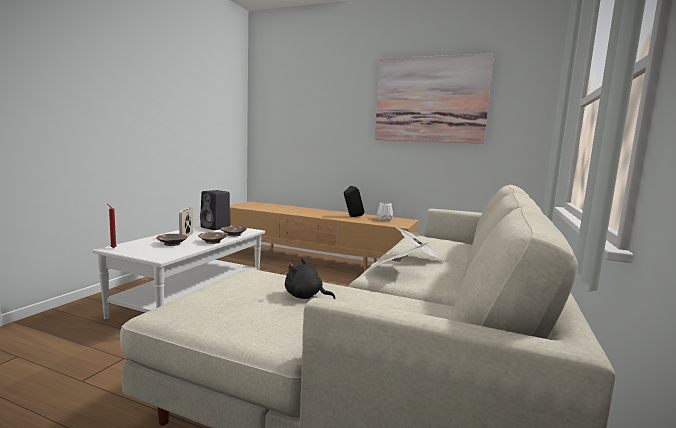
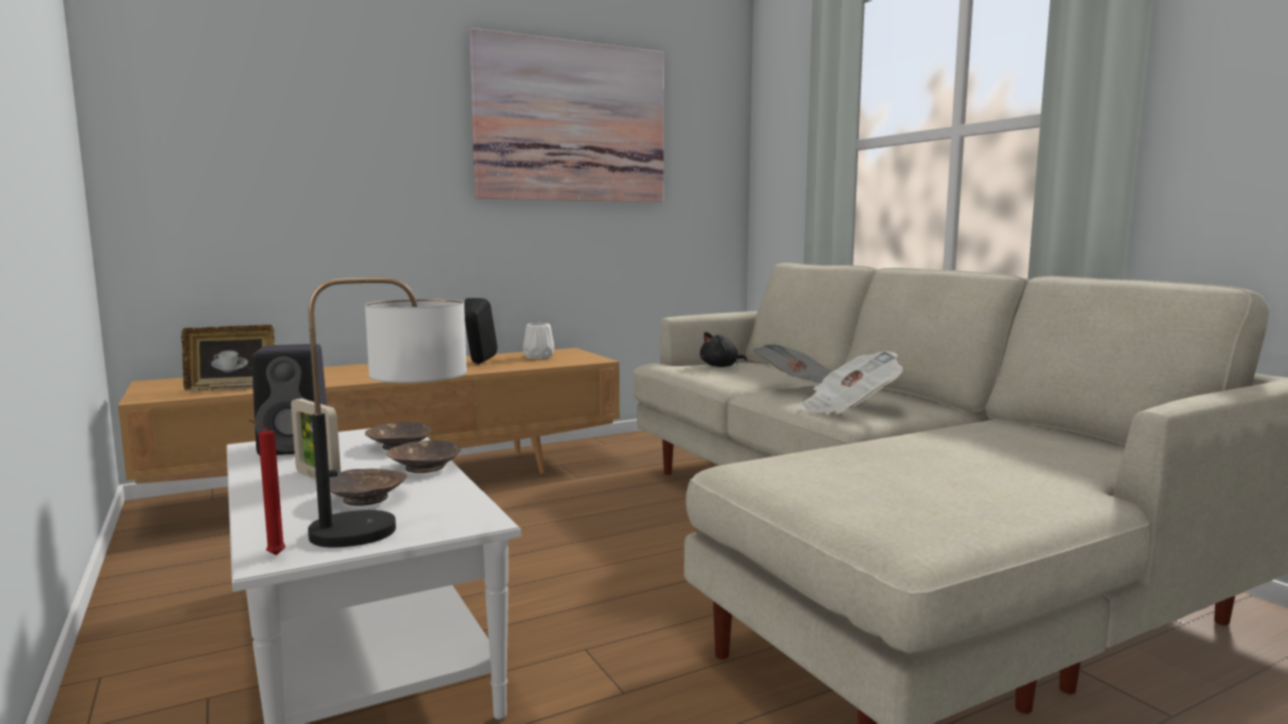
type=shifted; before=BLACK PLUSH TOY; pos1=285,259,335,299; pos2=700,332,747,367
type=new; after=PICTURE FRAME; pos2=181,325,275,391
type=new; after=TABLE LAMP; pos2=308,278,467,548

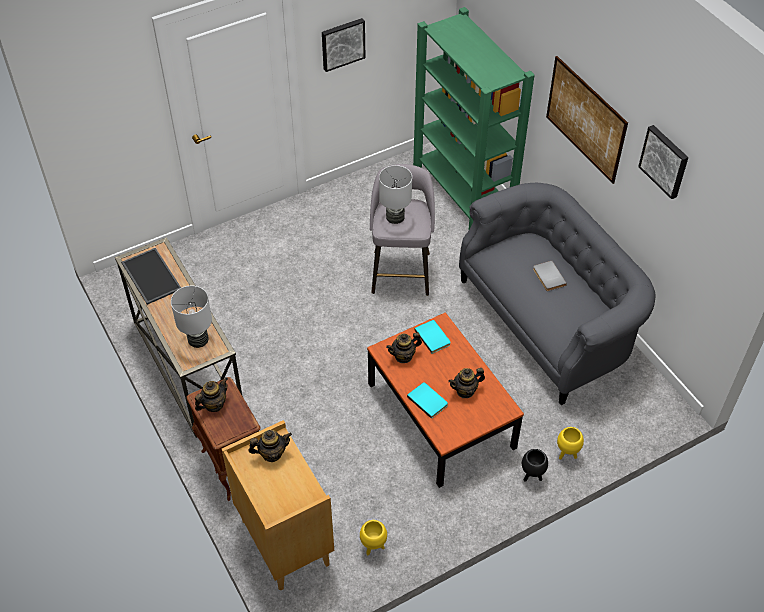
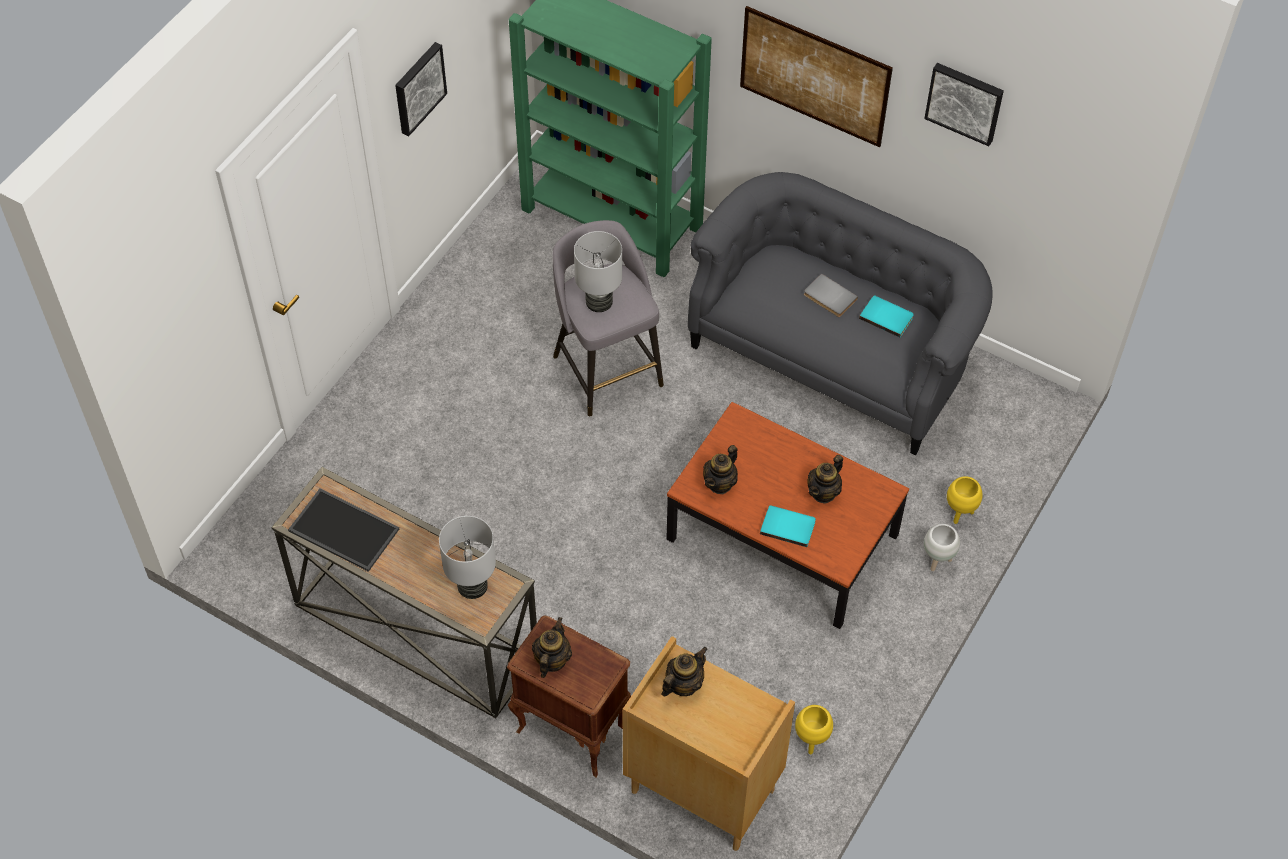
type=shifted; before=TURQUOISE BOOK; pos1=414,320,451,354; pos2=859,296,914,338
type=repainted; before=BLACK PLANTER; after=WHITE PLANTER; pos1=522,449,548,482; pos2=924,524,960,571

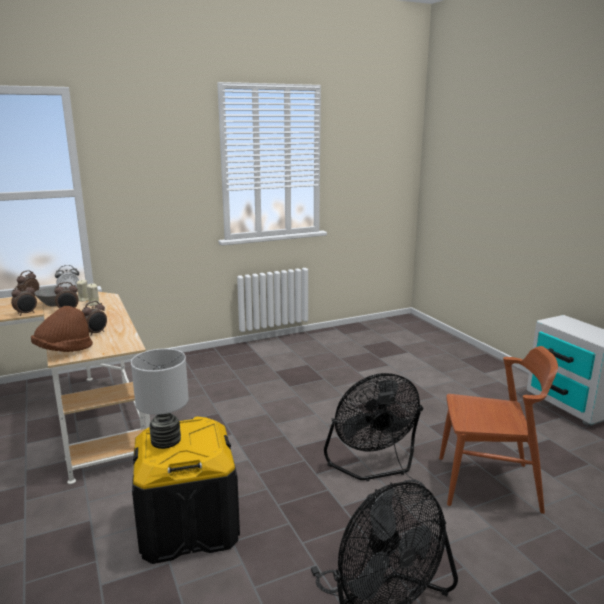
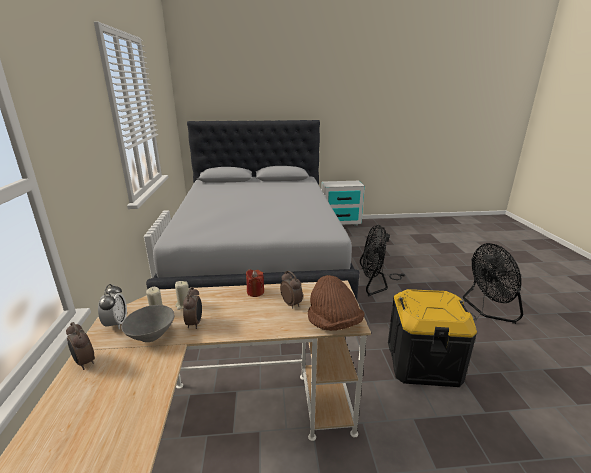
type=gone; before=ALARM CLOCK; pos1=11,284,37,316
type=gone; before=GREY TABLE LAMP; pos1=131,348,189,449
type=gone; before=BROWN CHAIR; pos1=439,346,558,514
type=new; after=GREY BED; pos2=146,120,360,300
type=new; after=RED CANDLE; pos2=246,269,264,297

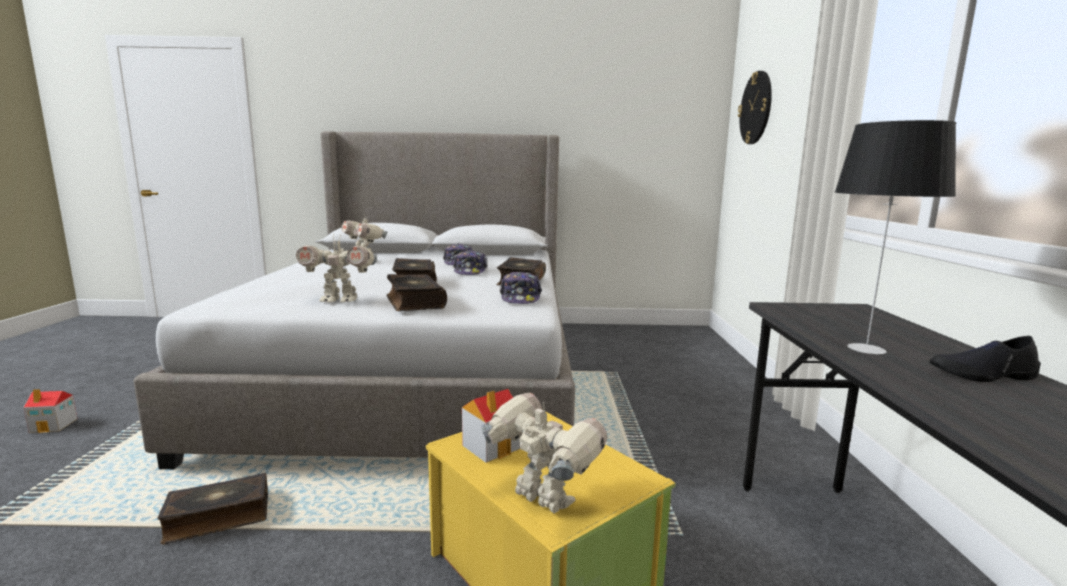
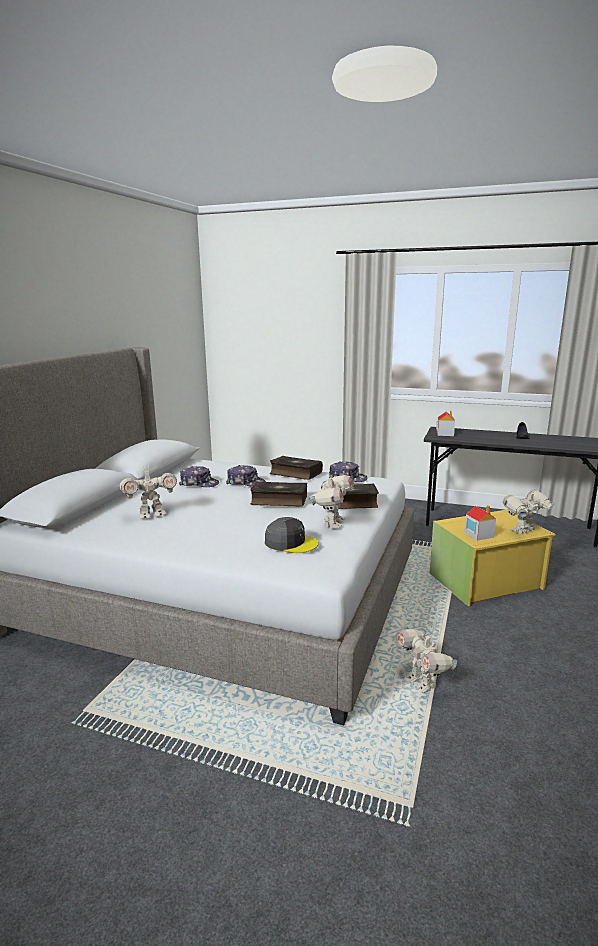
type=shifted; before=TOY HOUSE; pos1=24,389,77,433; pos2=436,411,455,436
type=swapped; before=BOOK; after=TOY ROBOT; pos1=157,473,268,544; pos2=395,629,457,693
type=gone; before=WALL CLOCK; pos1=738,71,772,144
type=gone; before=TABLE LAMP; pos1=835,120,956,355
type=new; after=GREY CAP; pos2=265,517,319,553

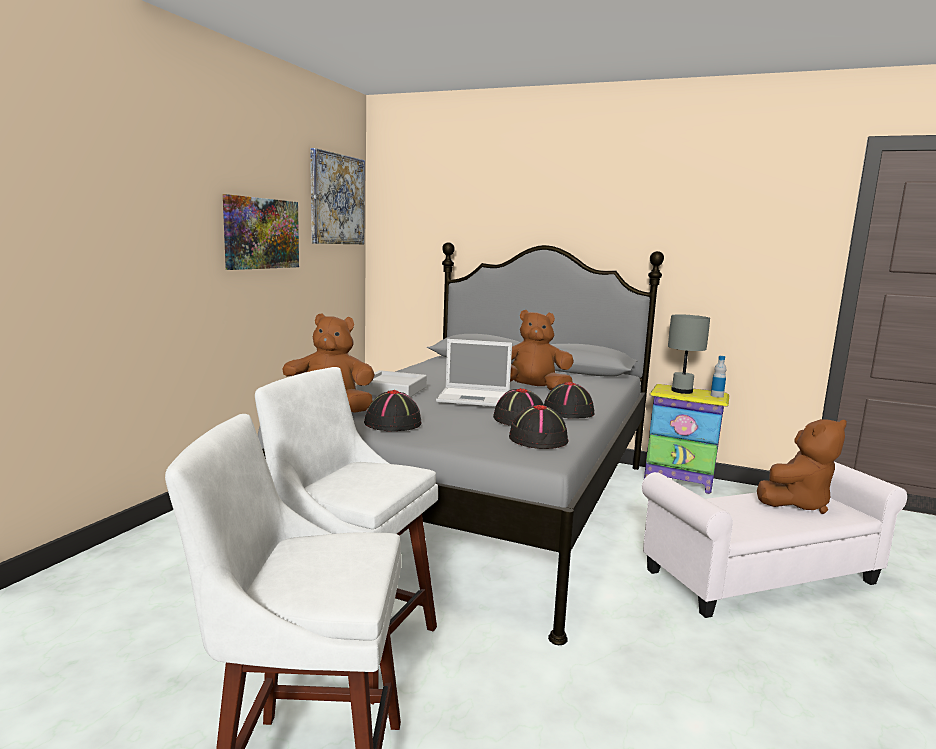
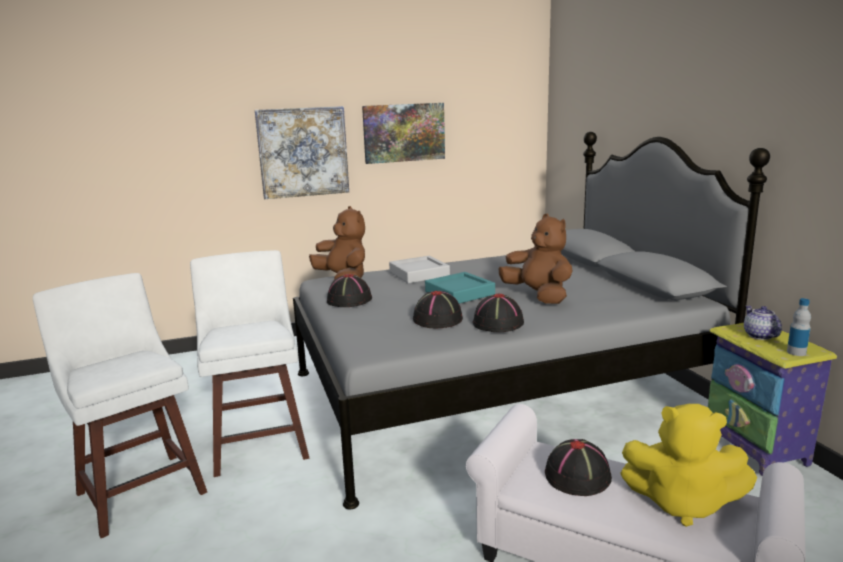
type=shifted; before=PICTURE; pos1=310,148,365,244; pos2=255,106,349,199
type=swapped; before=LAPTOP; after=TURQUOISE TRAY; pos1=436,339,512,407; pos2=425,272,495,304
type=shifted; before=BLACK HAT; pos1=509,405,569,449; pos2=545,439,612,496
type=swapped; before=GREY TABLE LAMP; after=TEAPOT; pos1=668,314,710,394; pos2=744,306,782,340
type=repainted; before=BROWN PLUSH TOY; after=YELLOW PLUSH TOY; pos1=757,419,847,514; pos2=620,404,757,527

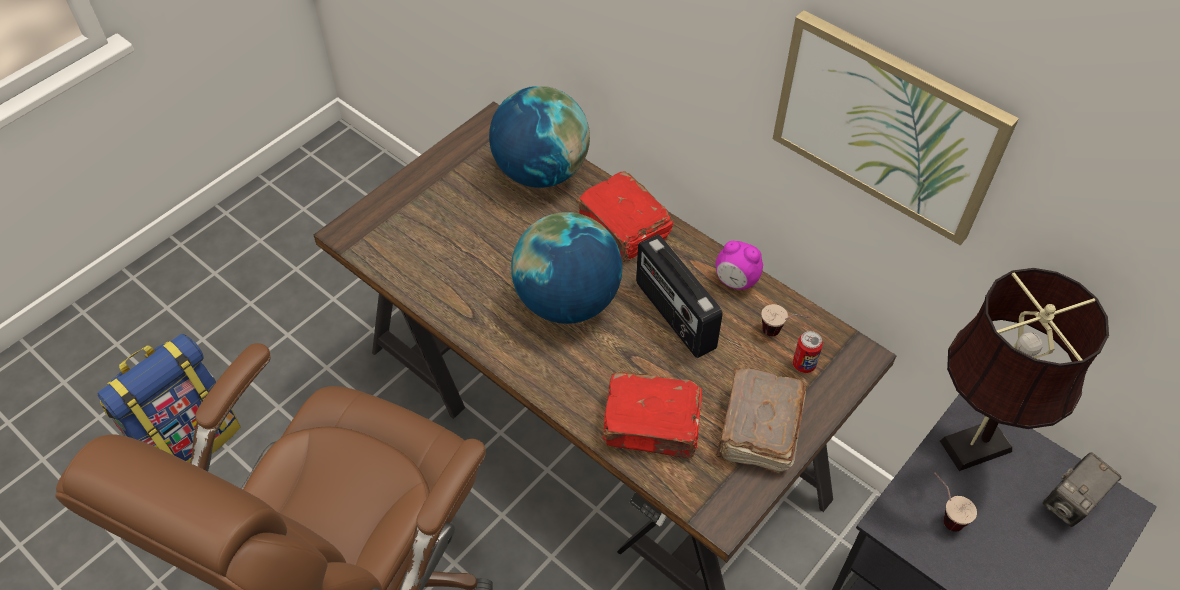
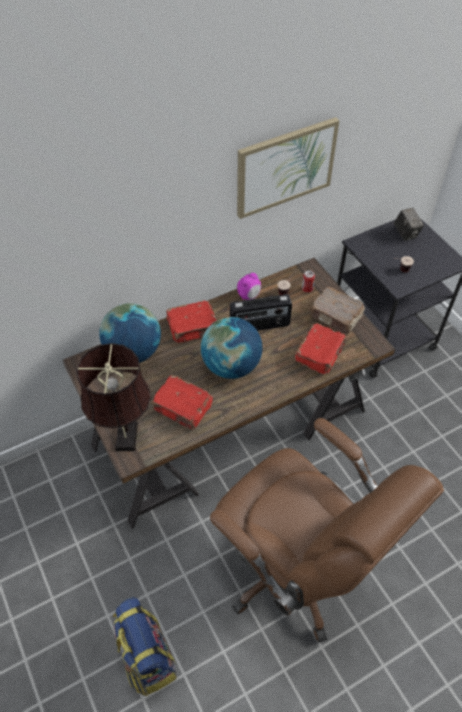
type=shifted; before=BROWN TABLE LAMP; pos1=940,268,1109,471; pos2=76,343,151,451
type=new; after=RED BOOK; pos2=151,375,213,431

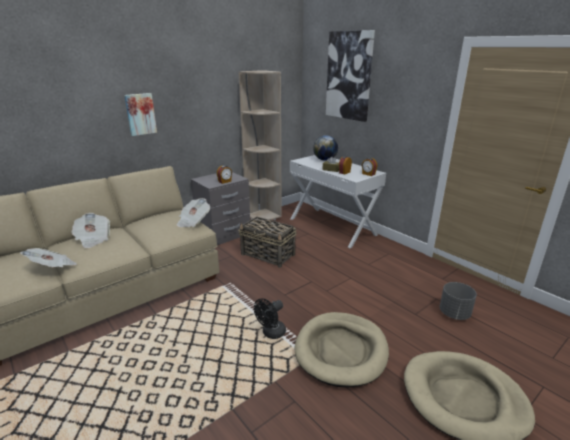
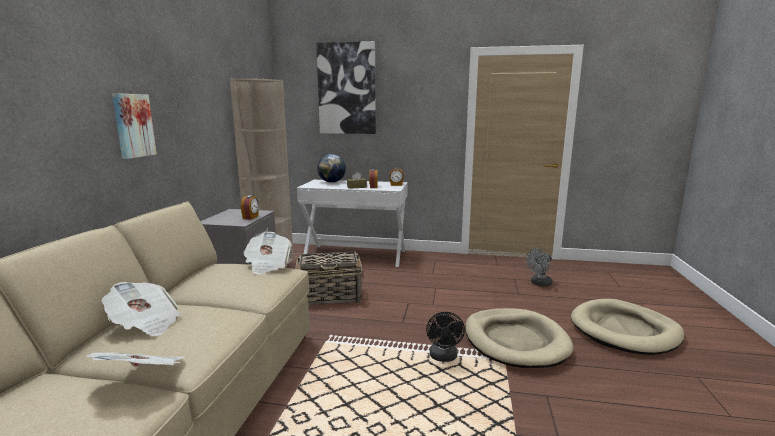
type=swapped; before=GREY PLANTER; after=GREY FAN; pos1=440,282,477,320; pos2=526,248,552,287

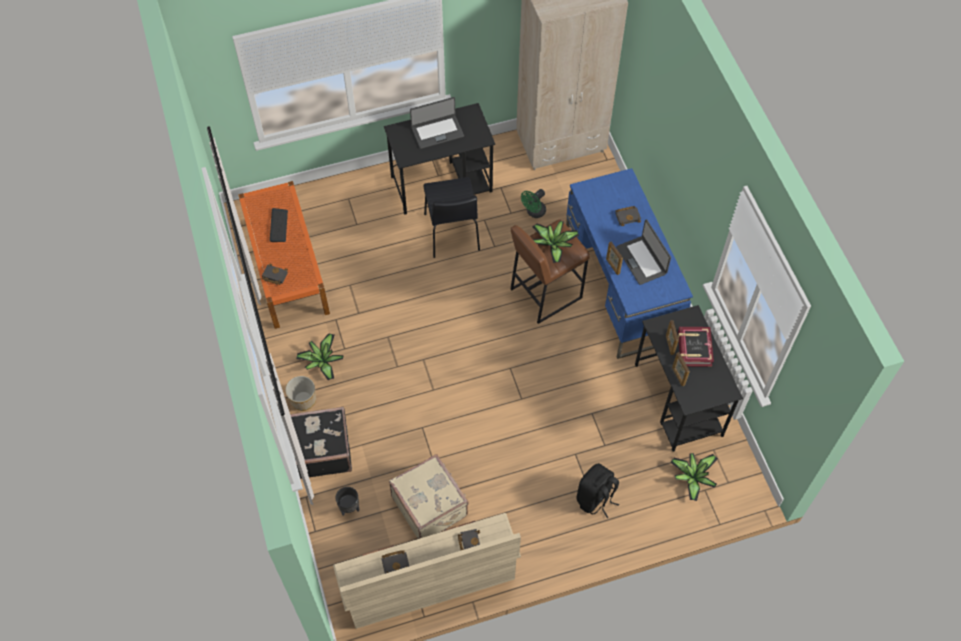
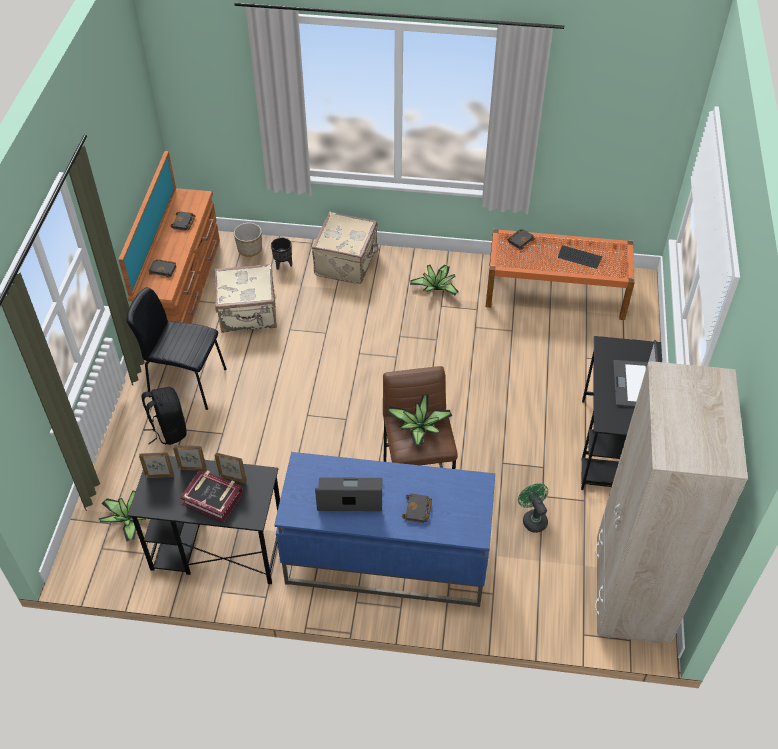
type=shifted; before=PLANTER; pos1=285,376,316,411; pos2=234,223,262,257
type=repainted; before=BLACK SUITCASE; after=BEIGE SUITCASE; pos1=290,406,352,479; pos2=312,212,379,284
type=repainted; before=BEIGE DRESSER; after=ORANGE DRESSER; pos1=333,513,521,629; pos2=118,151,220,324
type=shifted; before=BLACK CHAIR; pos1=424,177,480,258; pos2=126,287,227,410
type=shifted; before=PICTURE FRAME; pos1=606,242,623,275; pos2=139,452,174,478

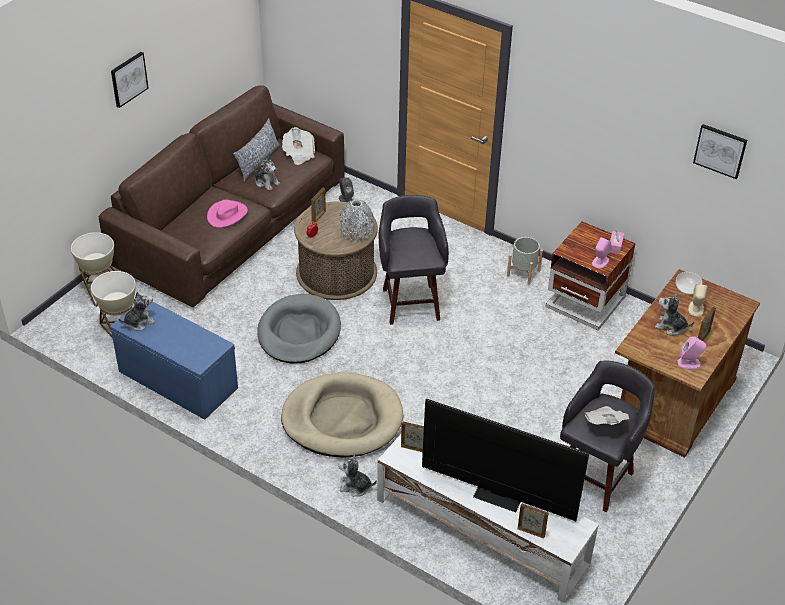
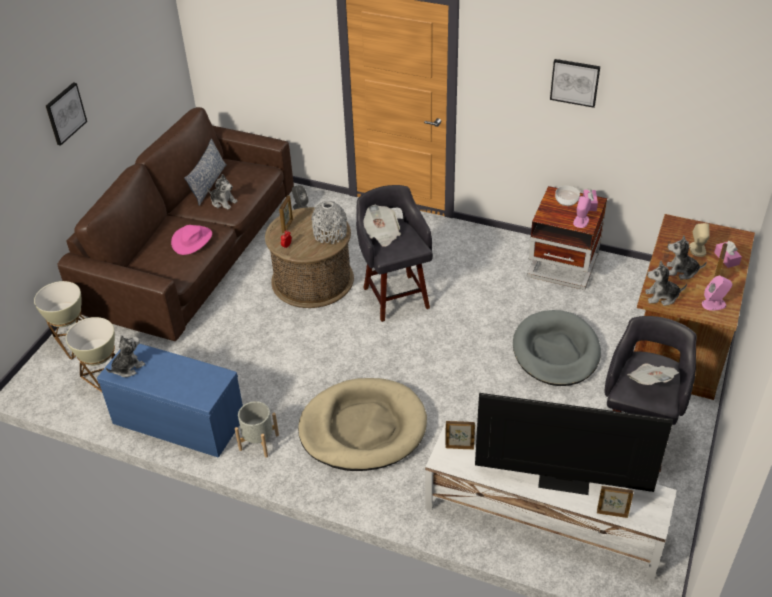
type=shifted; before=GREY DOG BED; pos1=258,294,341,364; pos2=513,310,601,386
type=shifted; before=NEWSPAPER; pos1=282,127,315,165; pos2=363,205,401,247
type=shifted; before=PLUSH TOY; pos1=338,454,377,497; pos2=645,261,687,306
type=shifted; before=GREY PLANTER; pos1=507,237,543,285; pos2=235,401,279,458
type=shifted; before=BOWL; pos1=676,272,702,295; pos2=555,186,580,206
type=shifted; before=PICTURE; pos1=693,124,747,179; pos2=550,59,600,108
type=new; after=PINK TISSUE BOX; pos2=714,241,742,268

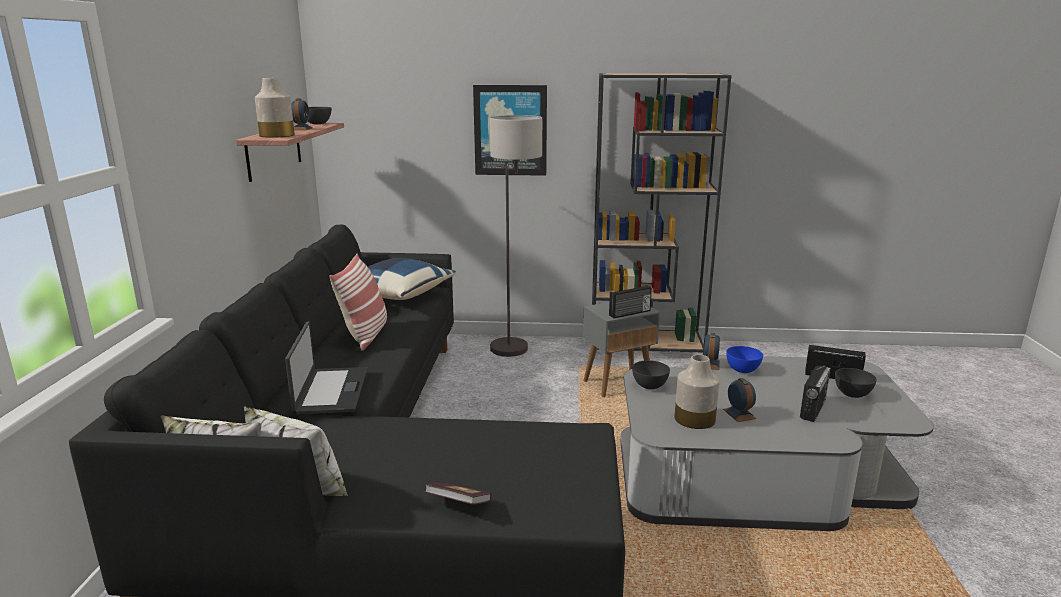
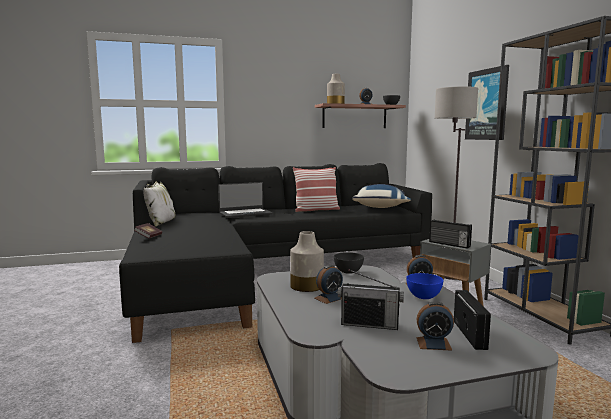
type=swapped; before=GREY BOWL; after=ALARM CLOCK; pos1=835,368,877,398; pos2=416,301,454,351

